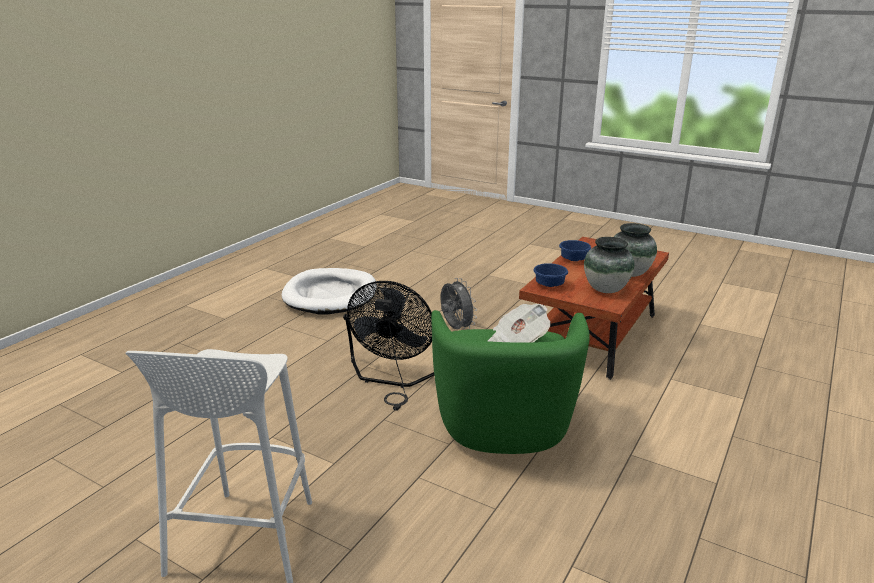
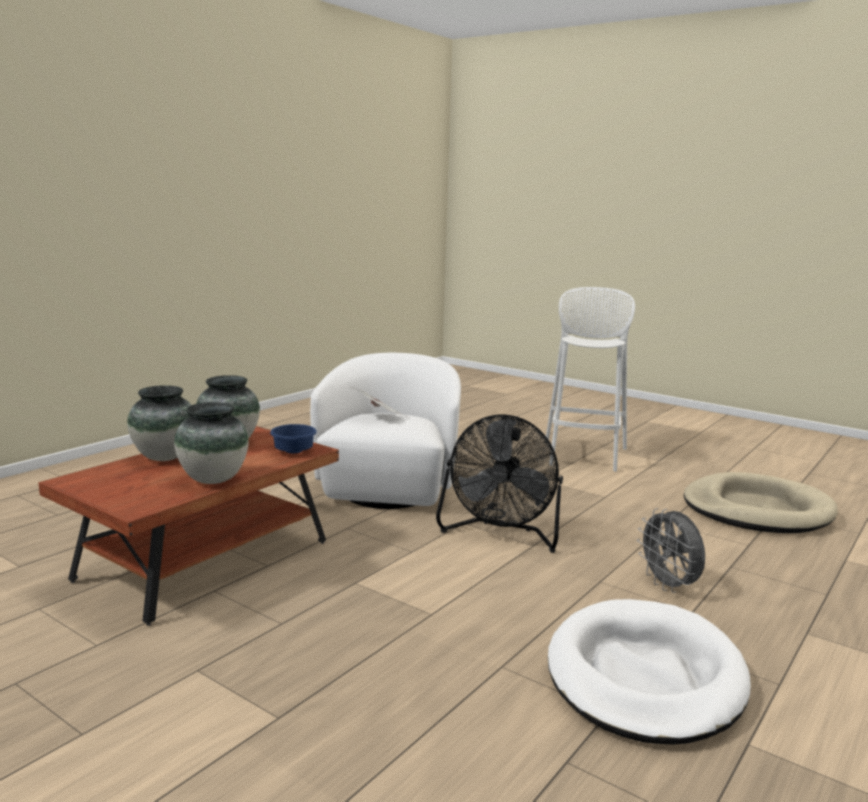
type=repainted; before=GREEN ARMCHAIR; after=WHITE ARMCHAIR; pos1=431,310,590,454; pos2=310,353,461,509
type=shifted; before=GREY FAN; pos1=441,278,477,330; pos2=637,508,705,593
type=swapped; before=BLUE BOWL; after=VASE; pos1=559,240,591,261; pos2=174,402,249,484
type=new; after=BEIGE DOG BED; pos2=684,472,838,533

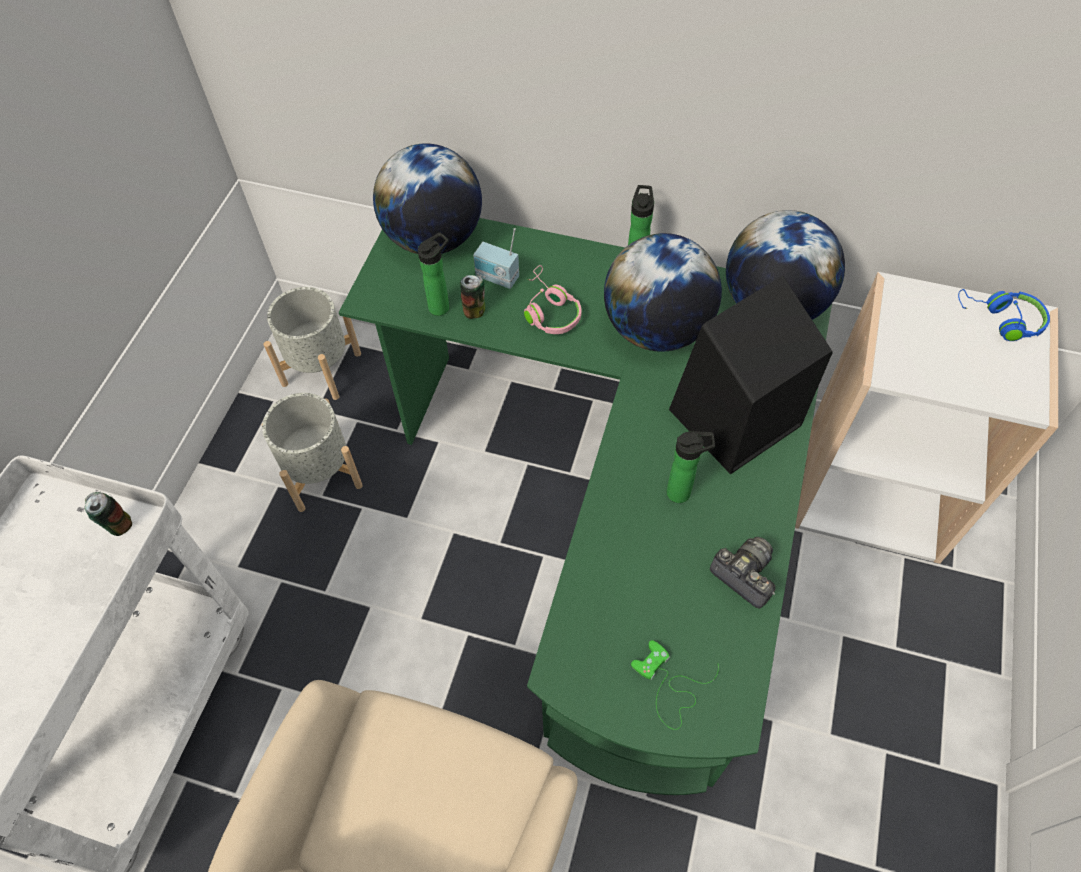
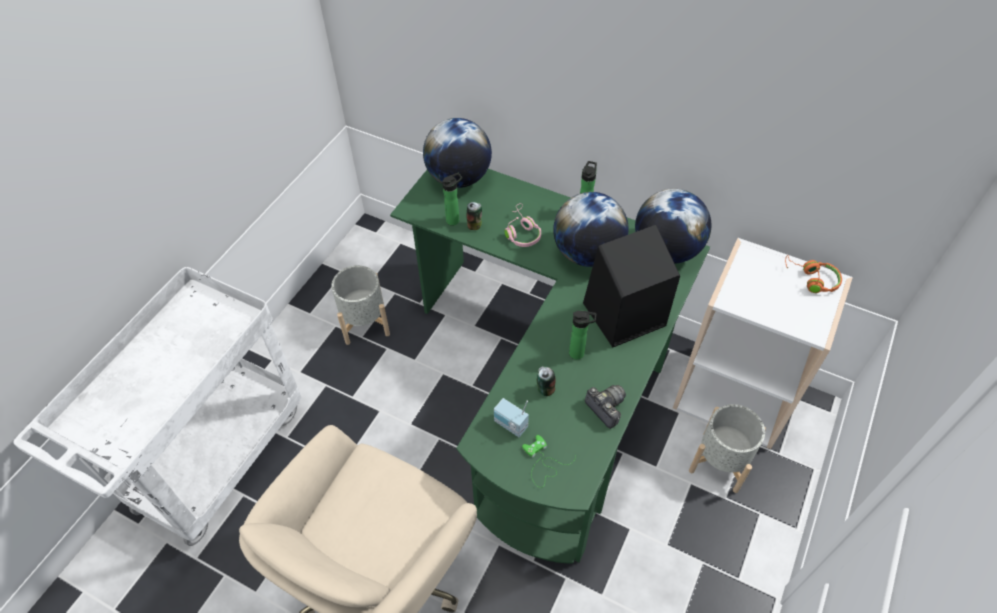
type=shifted; before=CAN; pos1=85,492,132,536; pos2=537,366,555,396
type=shifted; before=GREY PLANTER; pos1=264,287,361,400; pos2=689,404,766,493
type=shifted; before=RADIO; pos1=473,228,519,289; pos2=494,398,529,437
type=repainted; before=BLUE HEADPHONES; after=ORANGE HEADPHONES; pos1=958,289,1050,341; pos2=785,255,842,293

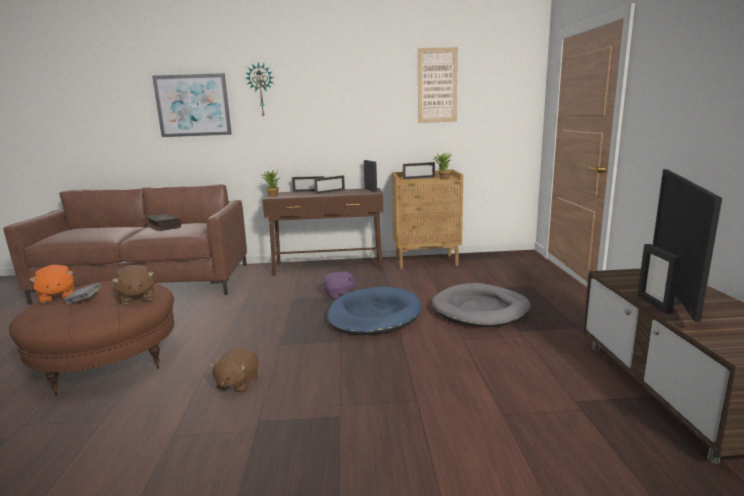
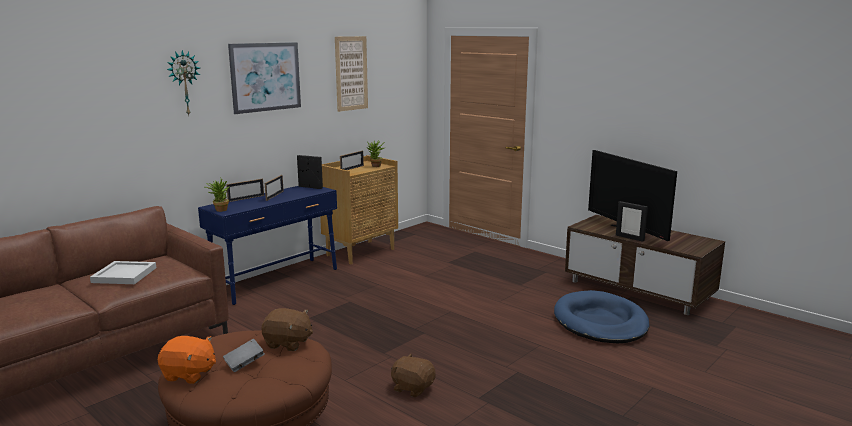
type=swapped; before=BOOK; after=WHITE TRAY; pos1=146,214,181,231; pos2=90,261,156,284
type=shifted; before=PICTURE; pos1=152,73,232,137; pos2=228,42,301,114
type=rotated; before=BROWN PLUSH TOY; pos1=210,348,259,393; pos2=391,354,435,397; turn=150
type=repainted; before=BROWN CONSOLE TABLE; after=BLUE CONSOLE TABLE; pos1=262,188,383,275; pos2=198,186,337,305
type=gone; before=PURPLE PLUSH TOY; pos1=323,271,357,299
type=shifted; before=BLUE DOG BED; pos1=327,287,421,335; pos2=554,290,650,343
type=gone; before=GREY DOG BED; pos1=432,283,530,327

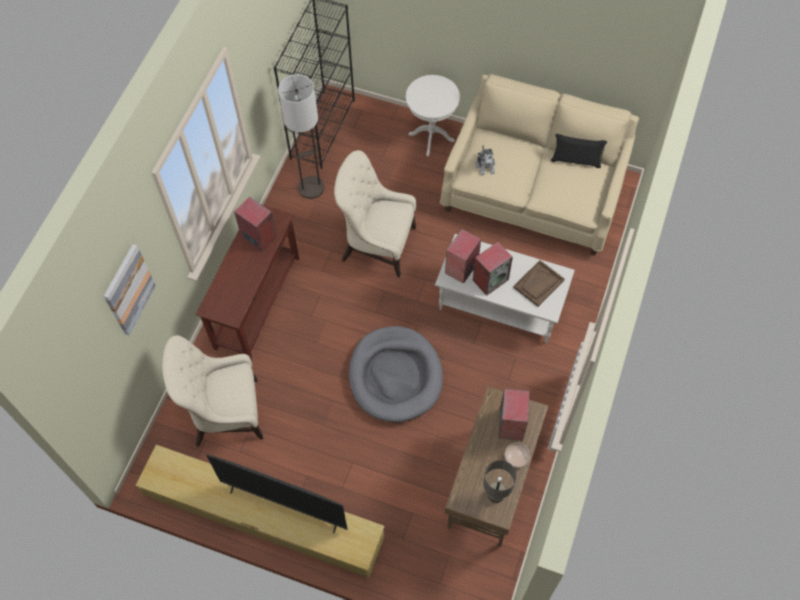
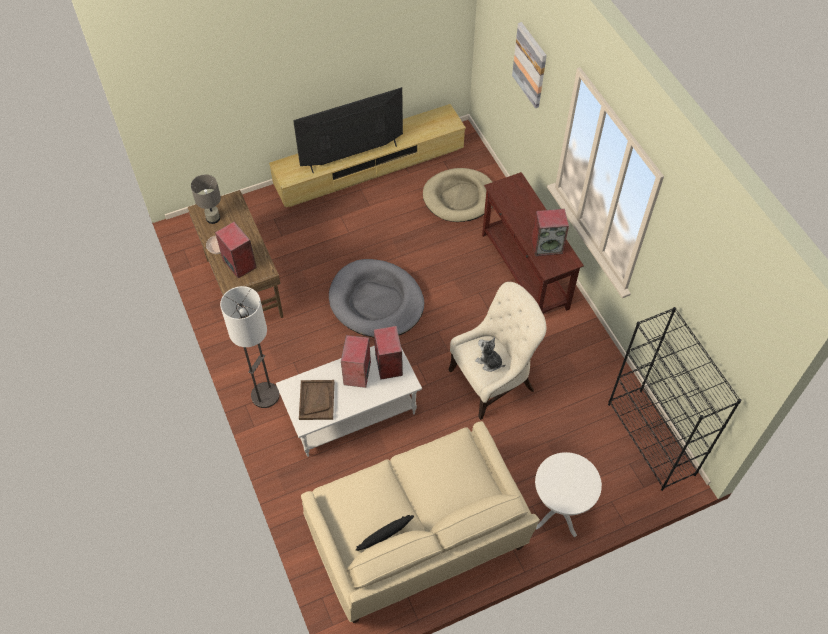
type=swapped; before=BEIGE ARMCHAIR; after=BEIGE DOG BED; pos1=162,335,264,447; pos2=423,168,492,222
type=shifted; before=FLOOR LAMP; pos1=278,74,324,199; pos2=220,286,280,408
type=shifted; before=PLUSH TOY; pos1=475,146,496,176; pos2=475,337,506,372

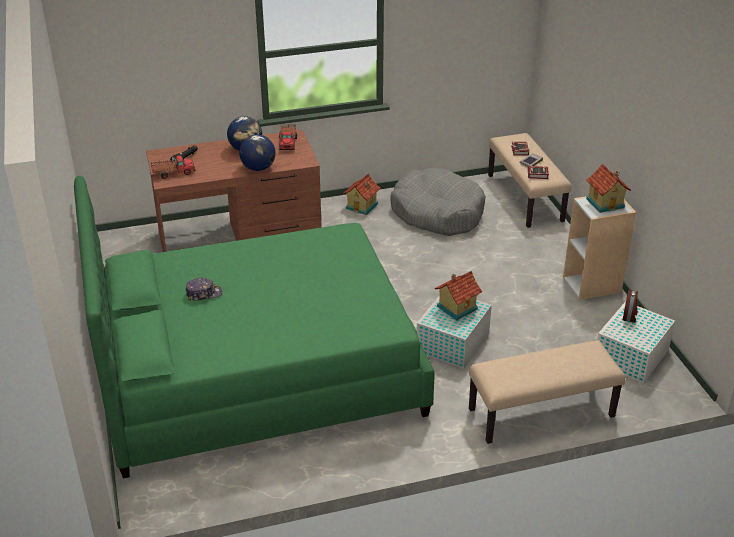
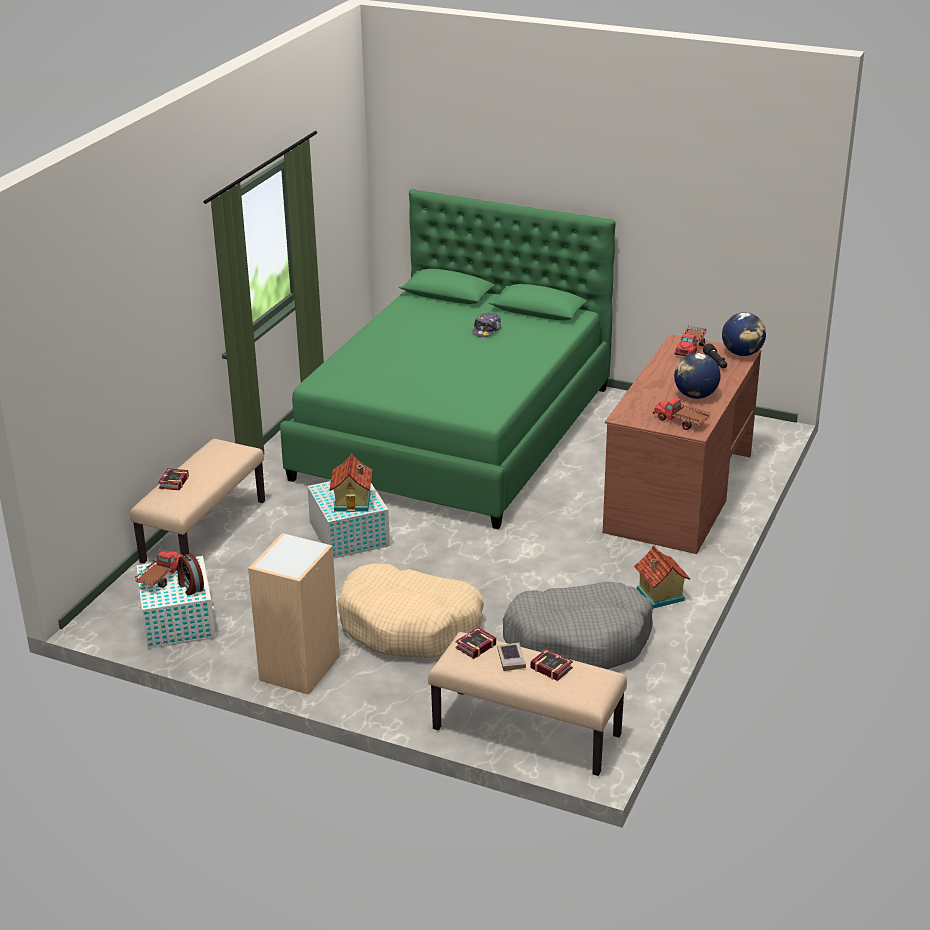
type=shifted; before=GLOBE; pos1=239,135,276,171; pos2=722,312,766,356
type=gone; before=TOY HOUSE; pos1=586,164,631,213
type=new; after=TOY TRUCK; pos2=135,551,183,588
type=new; after=BOOK; pos2=158,468,189,491
type=new; after=BEIGE DOG BED; pos2=338,563,484,658

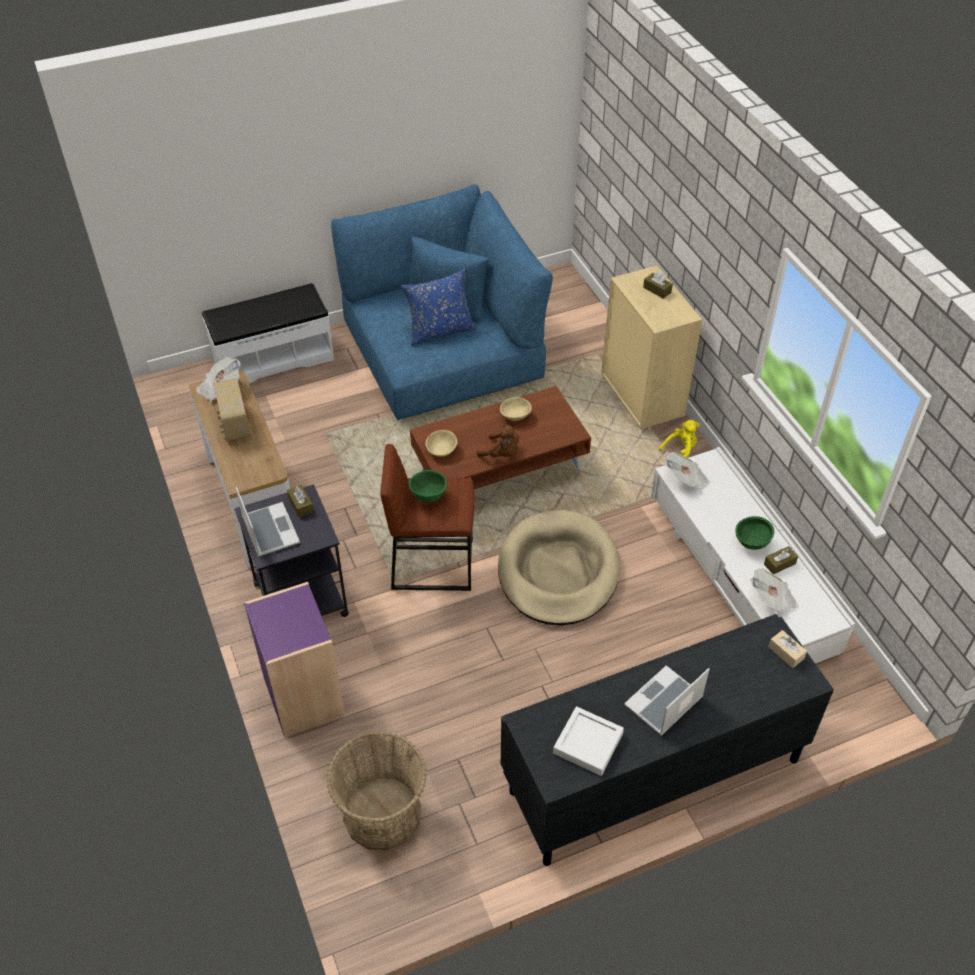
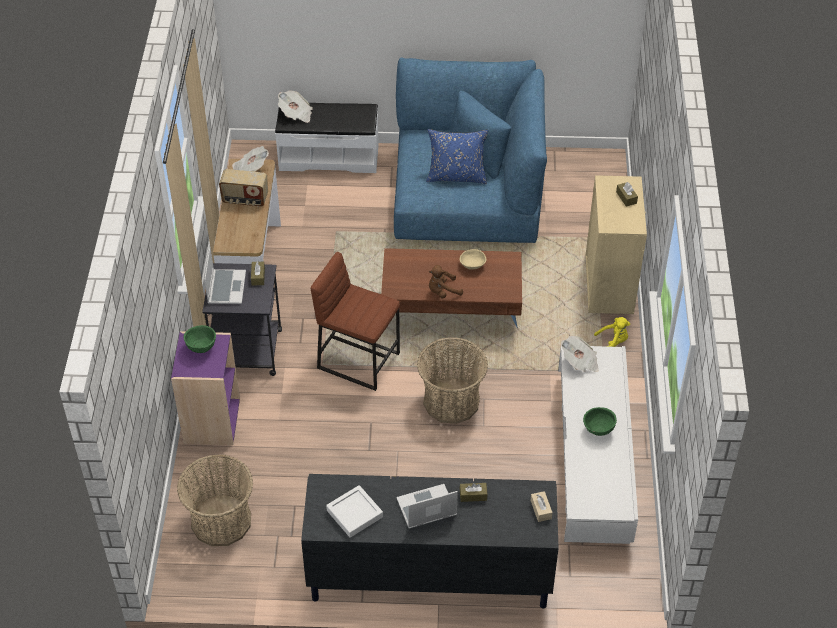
type=rotated; before=RADIO; pos1=213,378,250,441; pos2=219,169,268,207; turn=-90
type=shifted; before=GREEN BOWL; pos1=409,470,447,503; pos2=183,325,216,353
type=gone; before=BEIGE BOWL; pos1=426,430,457,457
type=rotated; before=BROWN PLUSH TOY; pos1=477,424,519,457; pos2=429,265,463,298; turn=105
type=swapped; before=BEIGE DOG BED; after=BASKET; pos1=498,510,620,626; pos2=417,337,488,424
type=shifted; before=NEWSPAPER; pos1=750,569,799,612; pos2=278,91,313,123
type=shifted; before=BROWN TISSUE BOX; pos1=764,546,798,574; pos2=460,483,488,502

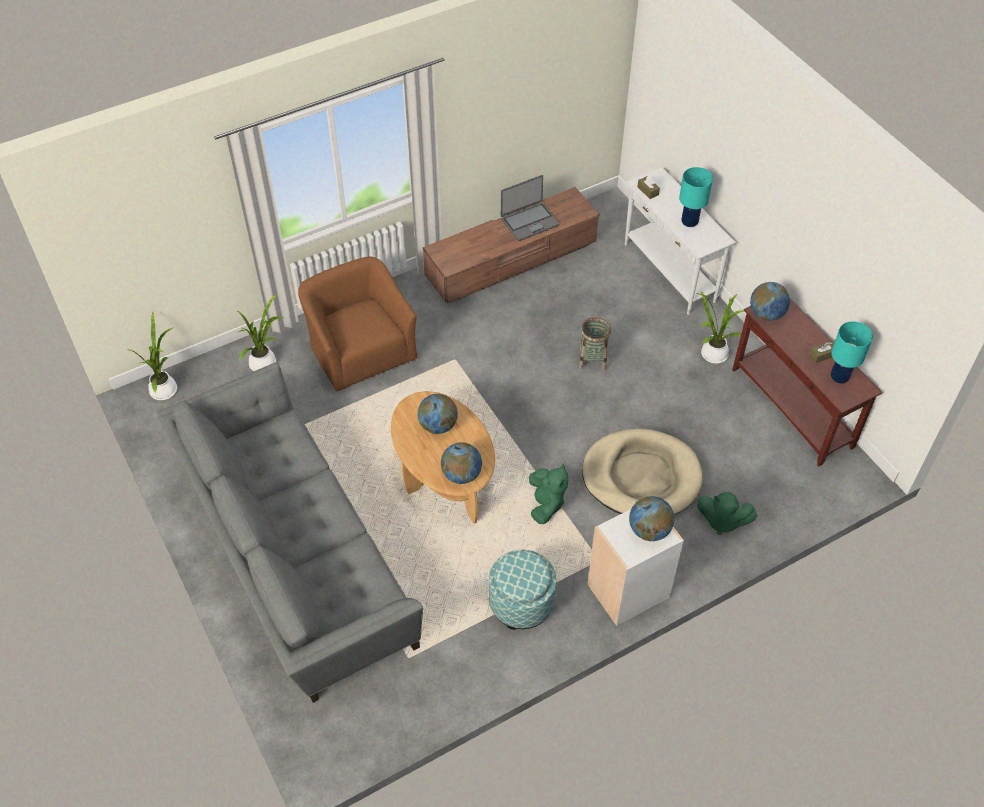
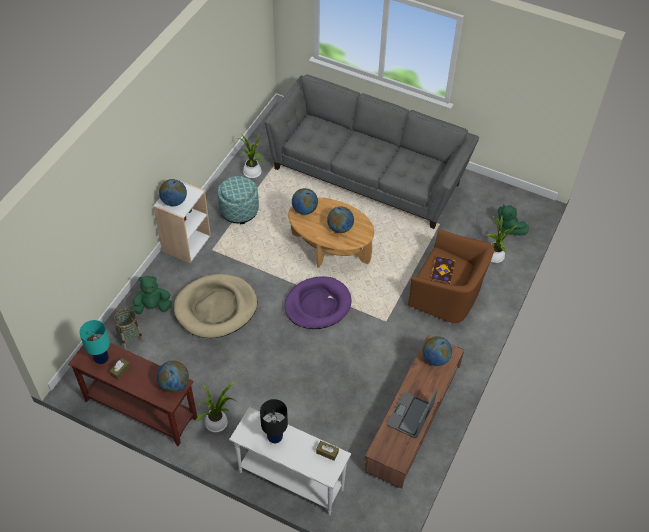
type=shifted; before=POTTED PLANT; pos1=130,312,177,400; pos2=238,134,264,178
type=shifted; before=GREEN PLUSH TOY; pos1=529,464,568,524; pos2=498,204,529,235
type=shifted; before=BASKET; pos1=579,317,611,370; pos2=113,308,144,349
type=repainted; before=TURQUOISE TABLE LAMP; after=BLACK TABLE LAMP; pos1=679,167,713,227; pos2=260,399,288,444
type=new; after=PURPLE DOG BED; pos2=284,276,352,329
type=new; after=GLOBE; pos2=423,336,452,366
type=new; after=BOOK; pos2=431,257,455,284

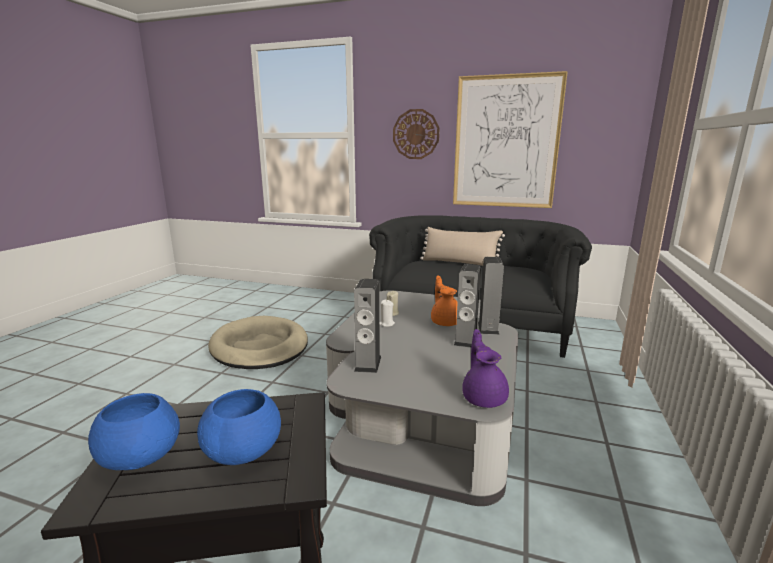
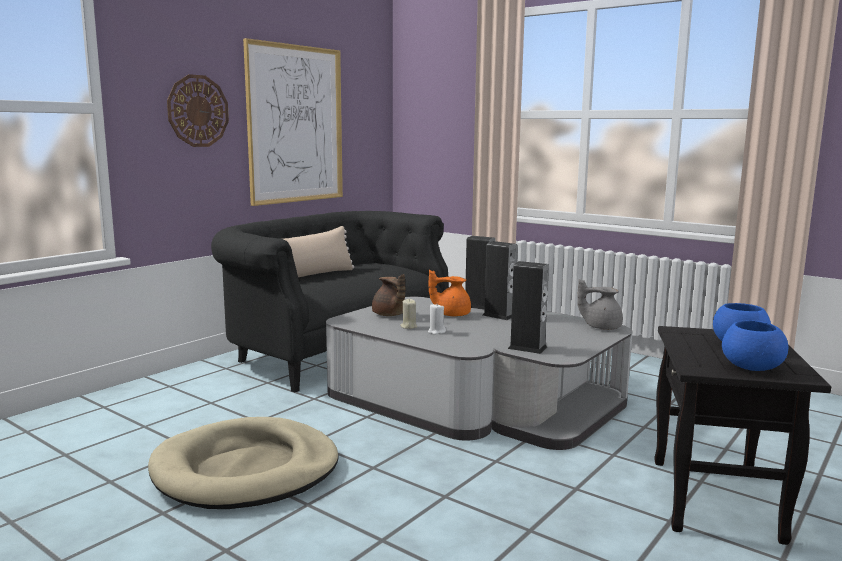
type=repainted; before=PURPLE TEAPOT; after=GREY TEAPOT; pos1=462,329,509,408; pos2=577,279,623,330
type=new; after=BROWN TEAPOT; pos2=372,274,405,316

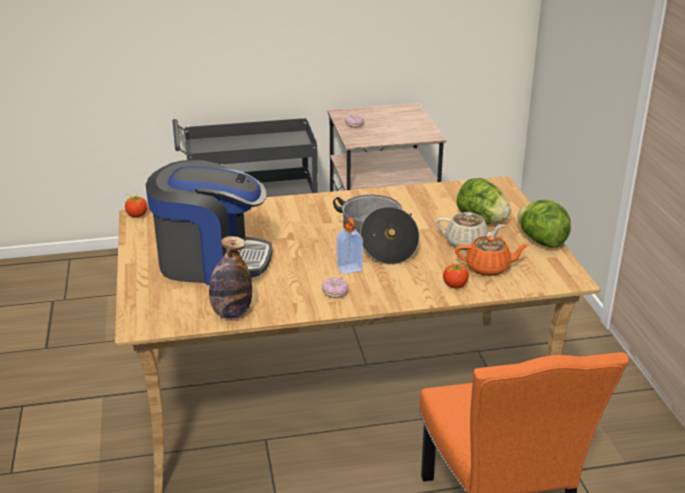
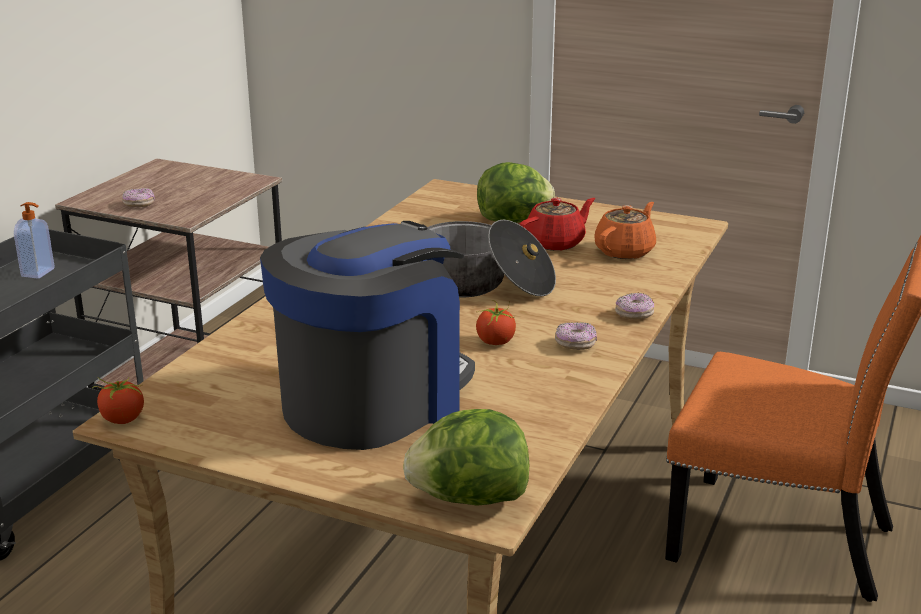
type=gone; before=BOTTLE; pos1=209,236,252,319
type=shifted; before=SOAP DISPENSER; pos1=337,218,363,274; pos2=14,202,55,279
type=repainted; before=BEIGE TEAPOT; after=RED TEAPOT; pos1=436,212,506,250; pos2=519,198,595,251
type=shifted; before=TOMATO; pos1=443,262,471,289; pos2=476,300,516,345
type=shifted; before=LETTUCE; pos1=517,200,571,248; pos2=403,409,529,506
type=new; after=DONUT; pos2=615,293,654,320

